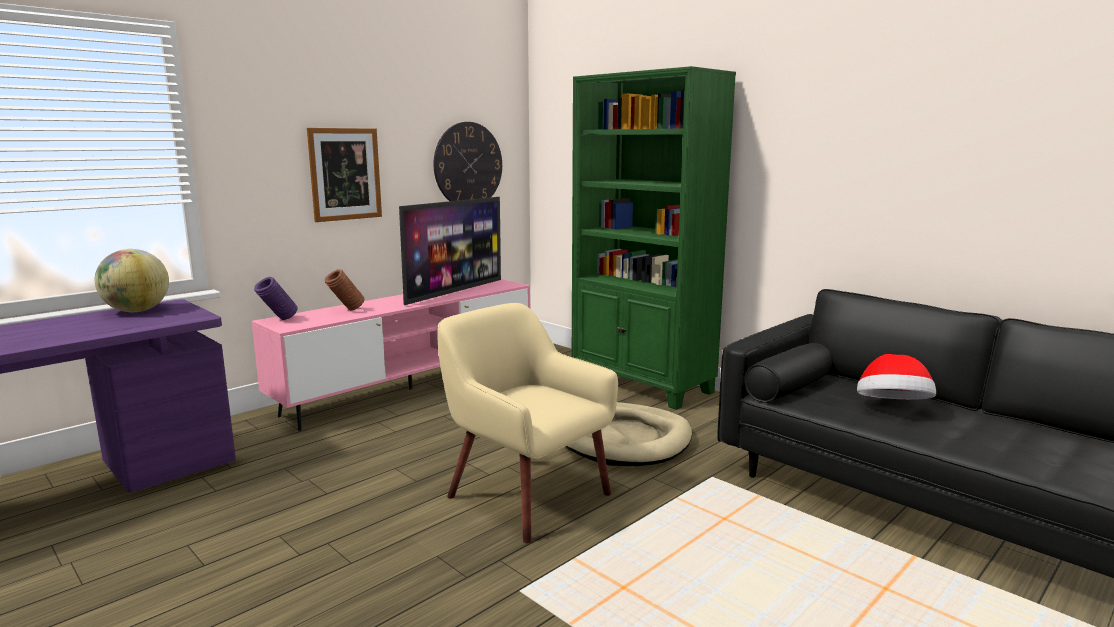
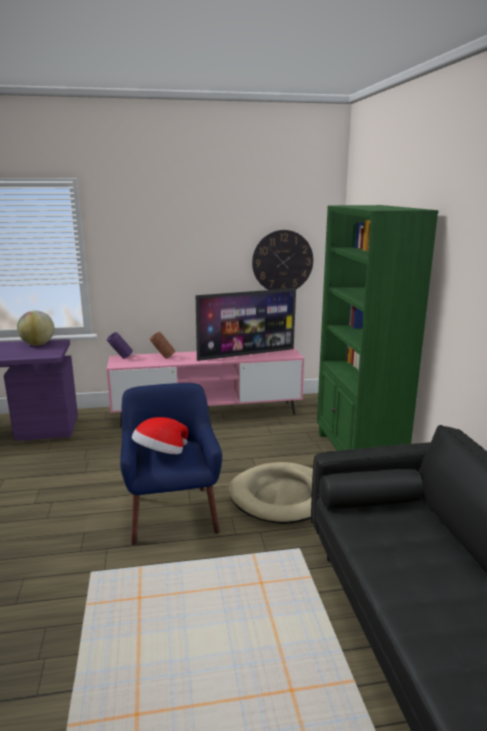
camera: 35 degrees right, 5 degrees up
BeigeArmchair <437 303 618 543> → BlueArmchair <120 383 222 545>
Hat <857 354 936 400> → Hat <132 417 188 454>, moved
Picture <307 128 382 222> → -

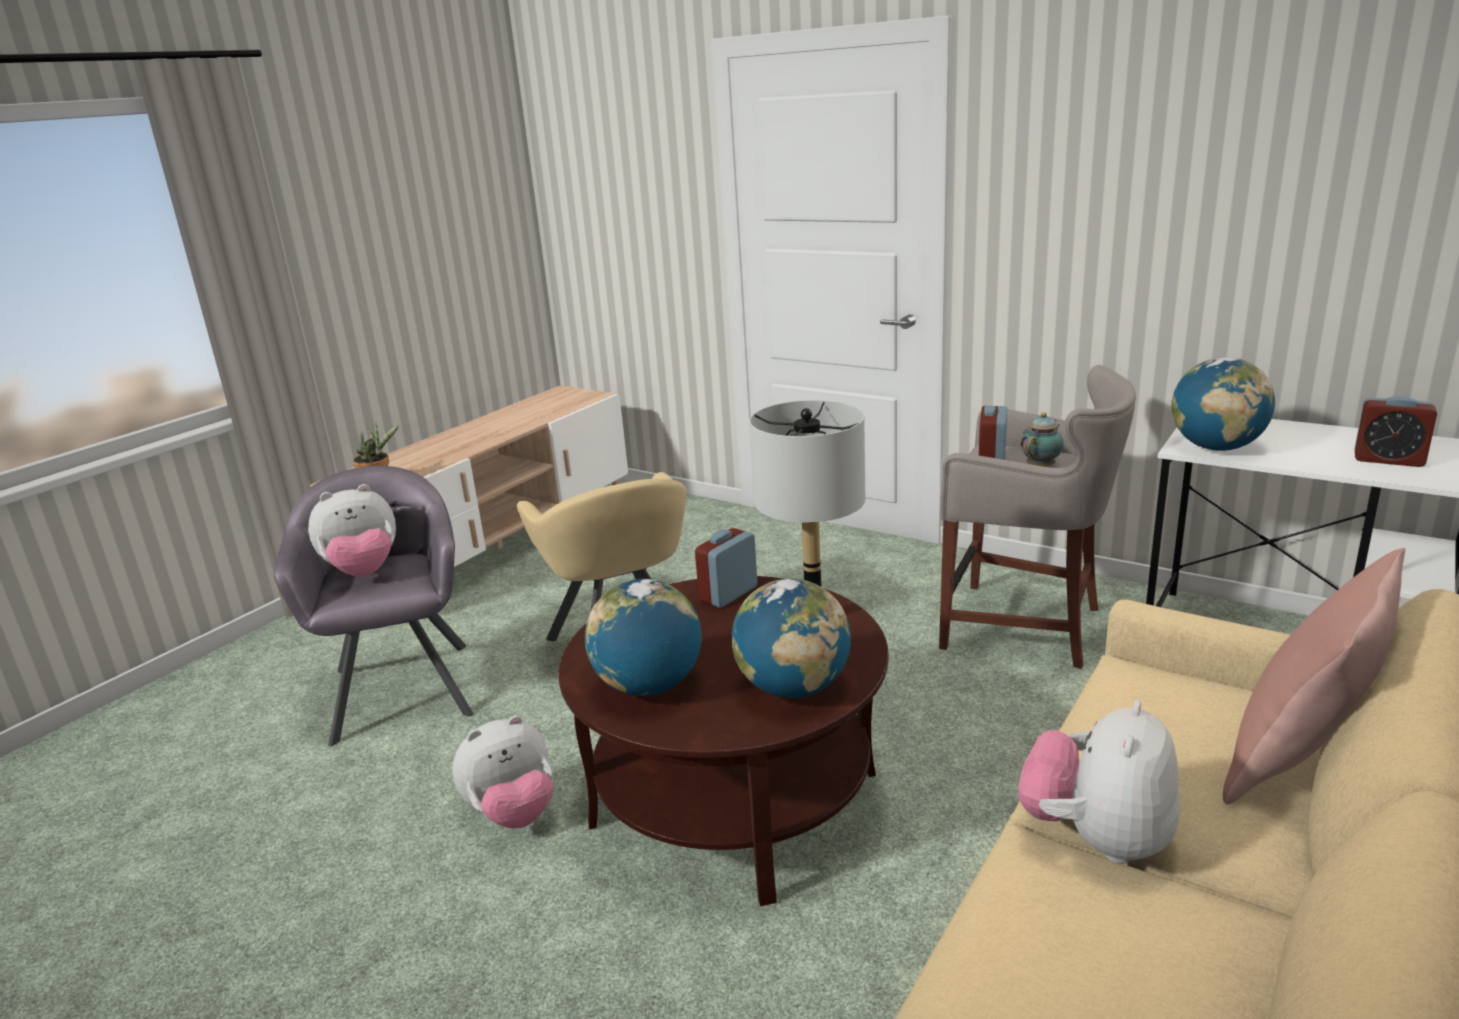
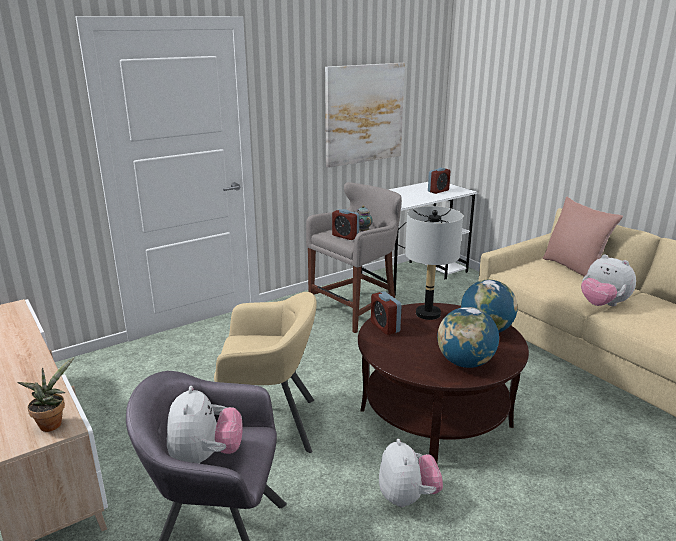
camera: 70 degrees left, 0 degrees up
- → Picture <325 63 405 168>
Globe <1171 357 1275 451> → -

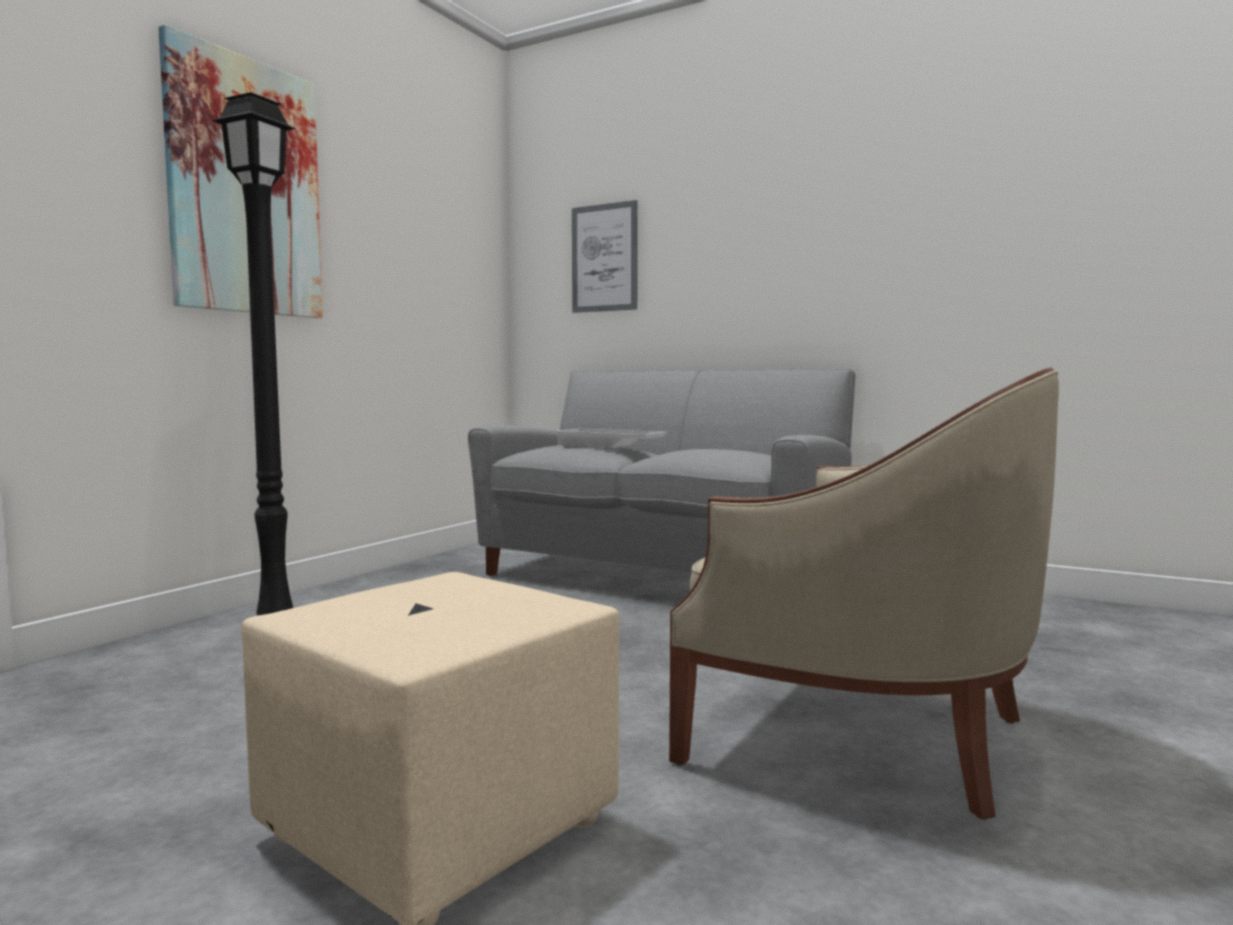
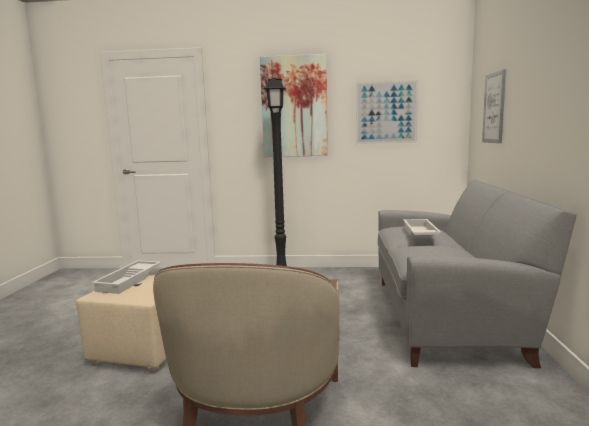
camera: 65 degrees right, 5 degrees up
- → WhiteTray <91 260 161 294>
- → Picture <356 80 418 144>

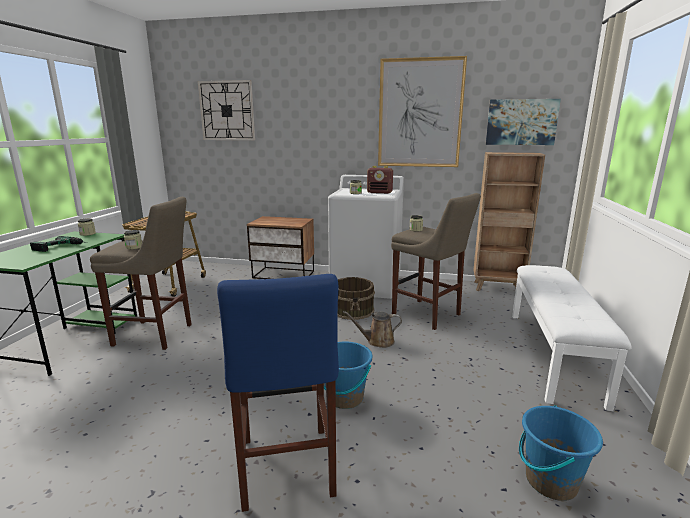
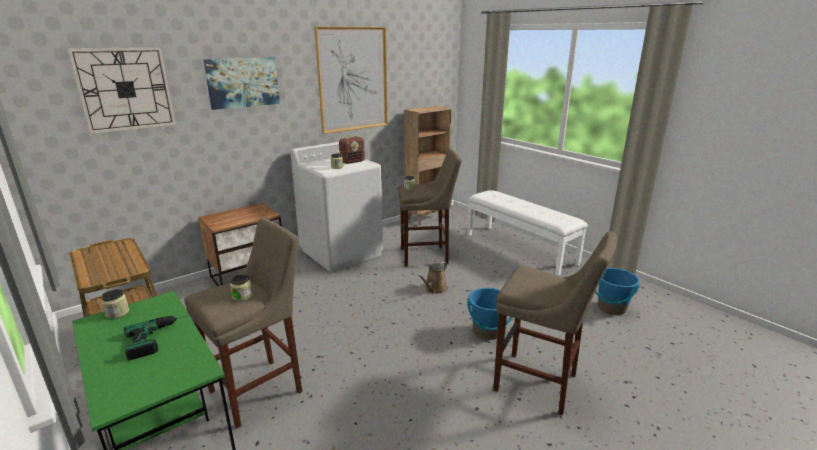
camera: 50 degrees left, 5 degrees up
Picture <486 99 561 145> → Picture <203 57 280 110>, moved
BlueStool <217 274 339 512> → BeigeStool <493 231 617 415>
BrownBucket <338 277 375 320> → -

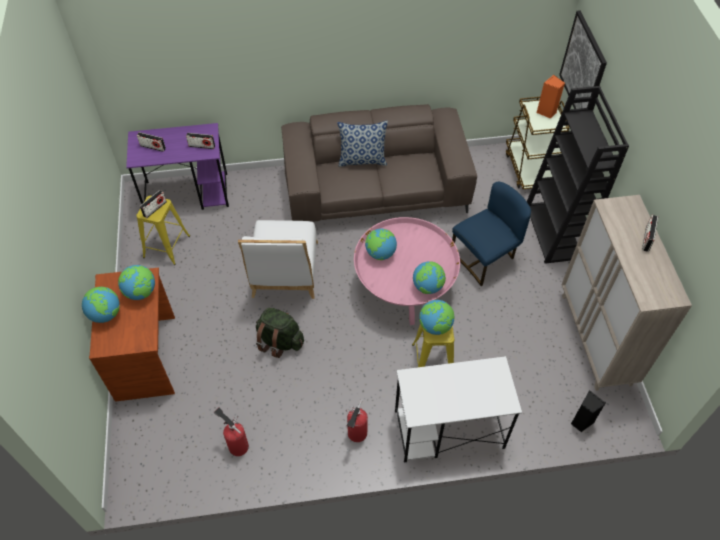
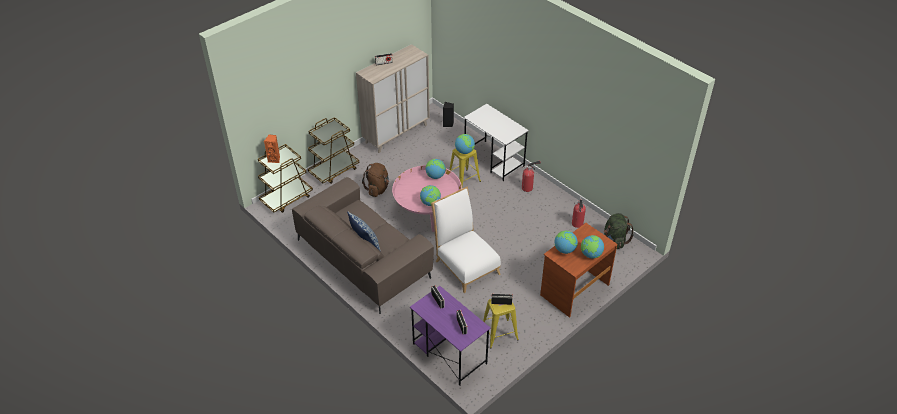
camera: 125 degrees left, 10 degrees down
BlackBookcase <527 86 629 264> → BrownCart <308 117 359 184>
BlueChair <452 182 531 286> → BrownBackpack <362 163 389 197>
WhiteChair <238 220 318 299> → WhiteChair <431 187 501 293>, 90 degrees counterclockwise
GreenBackpack <256 308 304 358> → GreenBackpack <604 213 634 249>, moved
Picture <559 10 607 109> → -

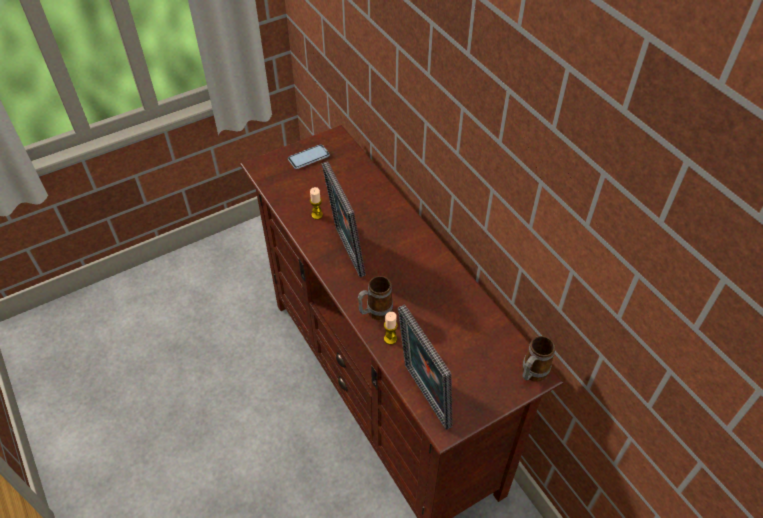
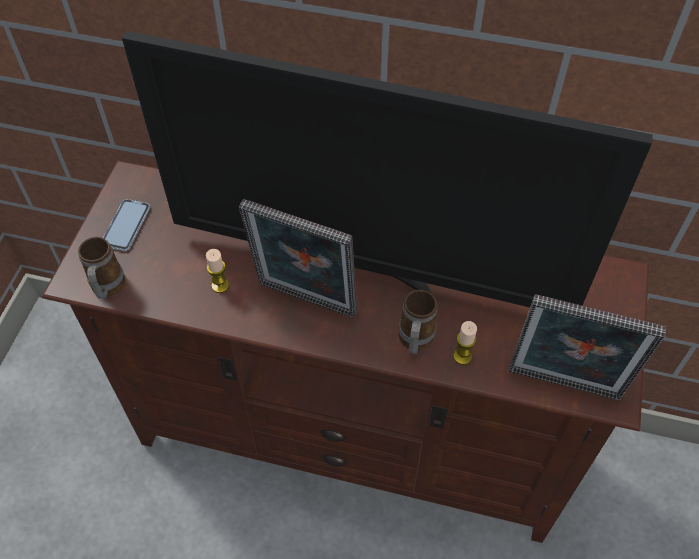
camera: 45 degrees left, 5 degrees up
Mug <522 336 555 382> → Mug <78 237 126 299>, moved
- → Television <122 31 653 307>

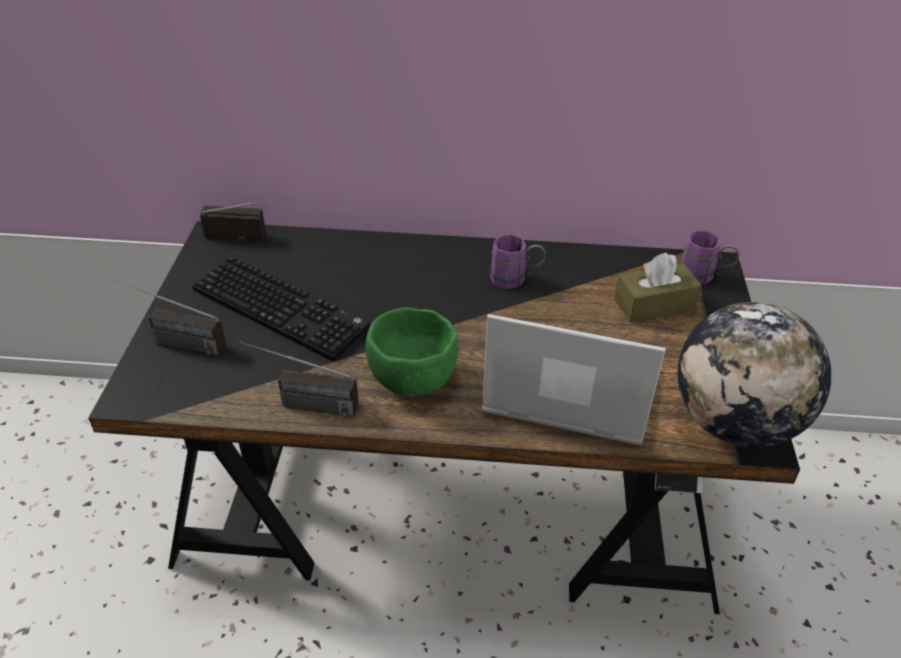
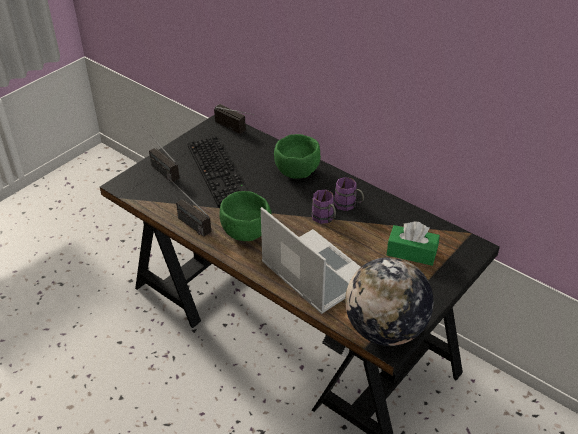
camera: 35 degrees right, 0 degrees up
- → GreenBowl <274 134 321 179>
PurpleMug <680 231 739 284> → PurpleMug <312 190 336 224>, moved
BrownTissueBox <614 252 702 322> → GreenTissueBox <387 221 440 266>

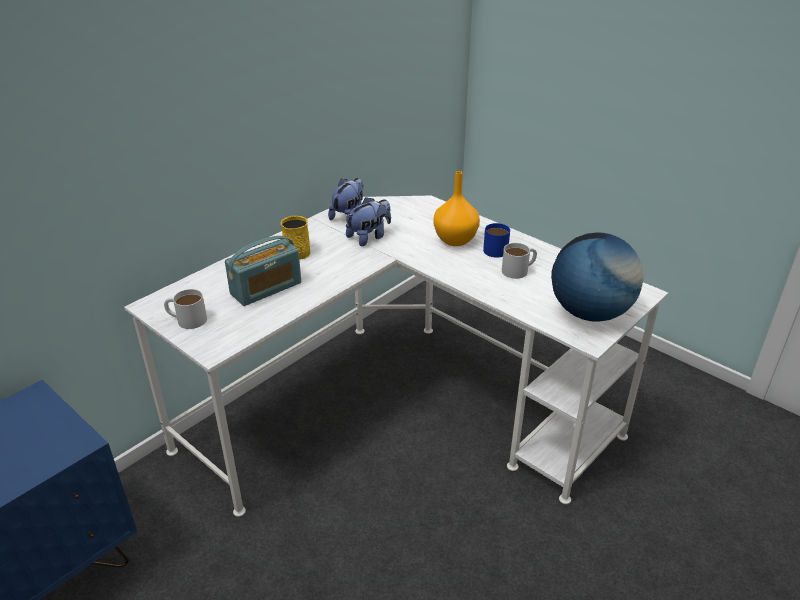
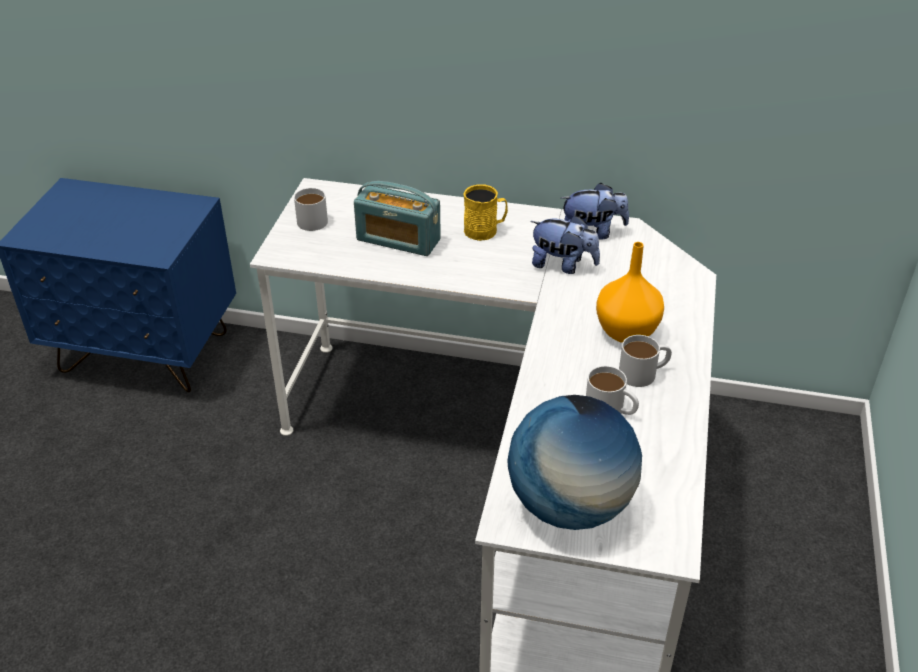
camera: 60 degrees right, 5 degrees up
BlueMug <483 223 510 258> → WhiteMug <619 335 672 387>

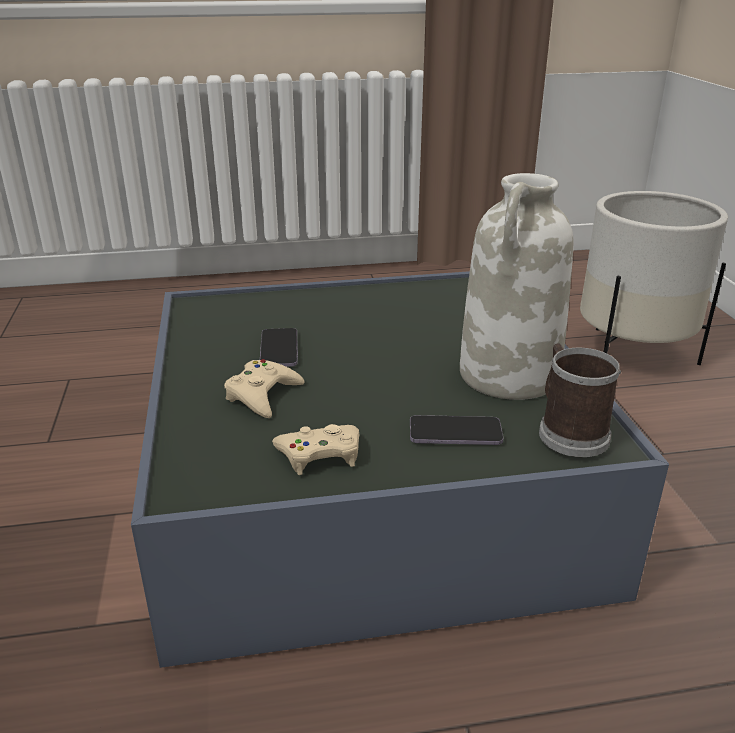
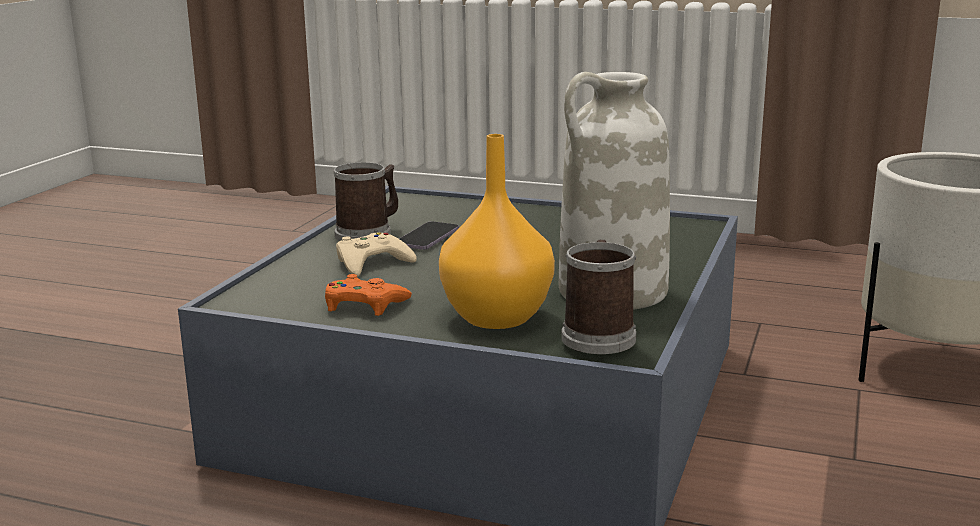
camera: 30 degrees right, 10 degrees down
BeigeGameController <272 424 359 475> → OrangeGameController <325 274 412 316>
- → Mug <334 162 398 241>
Phone <410 415 504 445> → OrangeVase <439 134 555 329>

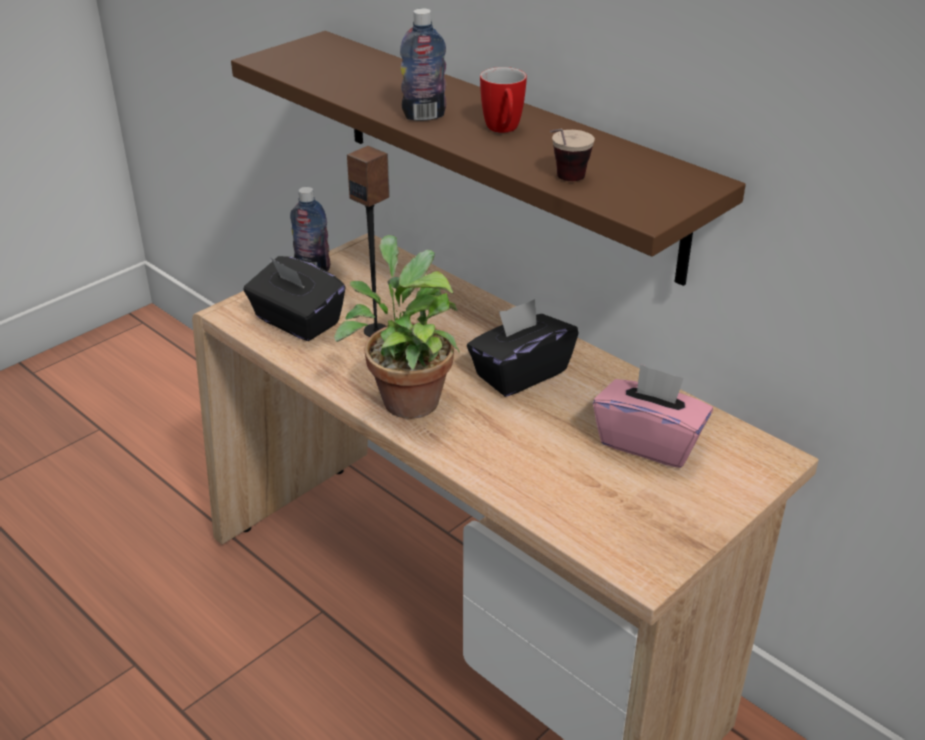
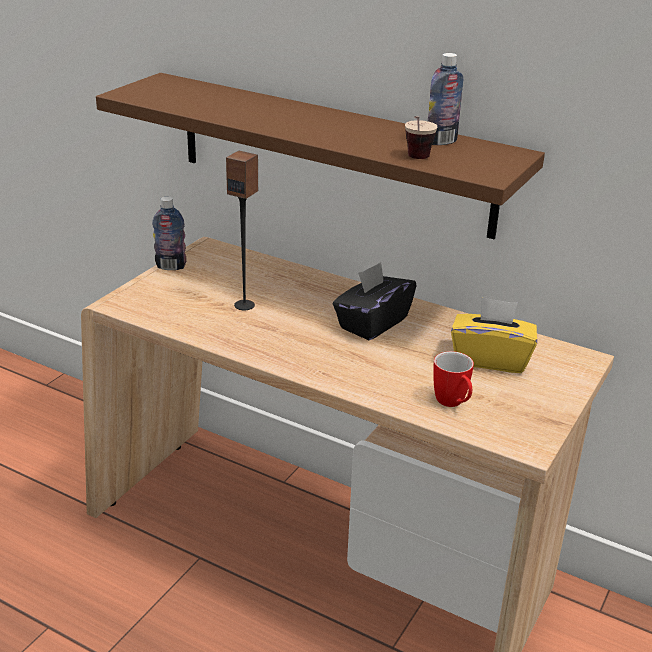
camera: 15 degrees left, 5 degrees down
Bottle <400 8 447 121> → Bottle <428 53 463 145>, moved
Mug <480 67 527 133> → Mug <433 351 474 407>, moved
PinkTissueBox <593 364 713 468> → YellowTissueBox <451 297 537 373>
BlackTissueBox <243 256 346 341> → -
PottedPlant <334 235 460 419> → -

